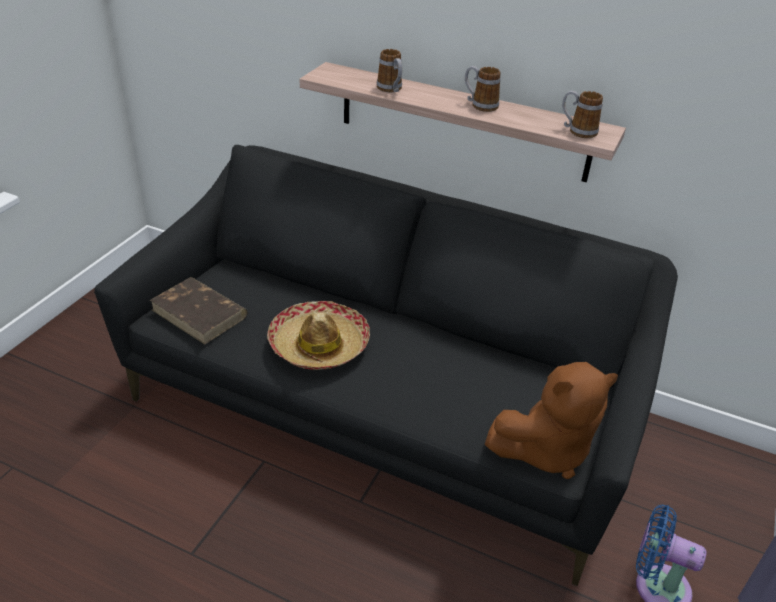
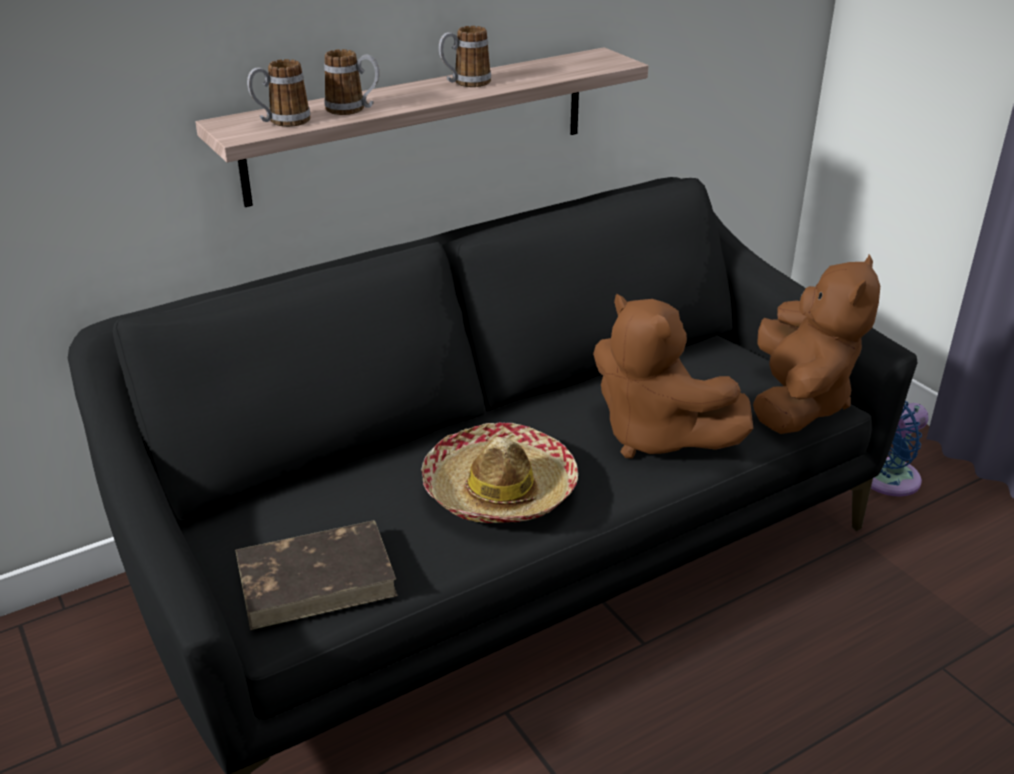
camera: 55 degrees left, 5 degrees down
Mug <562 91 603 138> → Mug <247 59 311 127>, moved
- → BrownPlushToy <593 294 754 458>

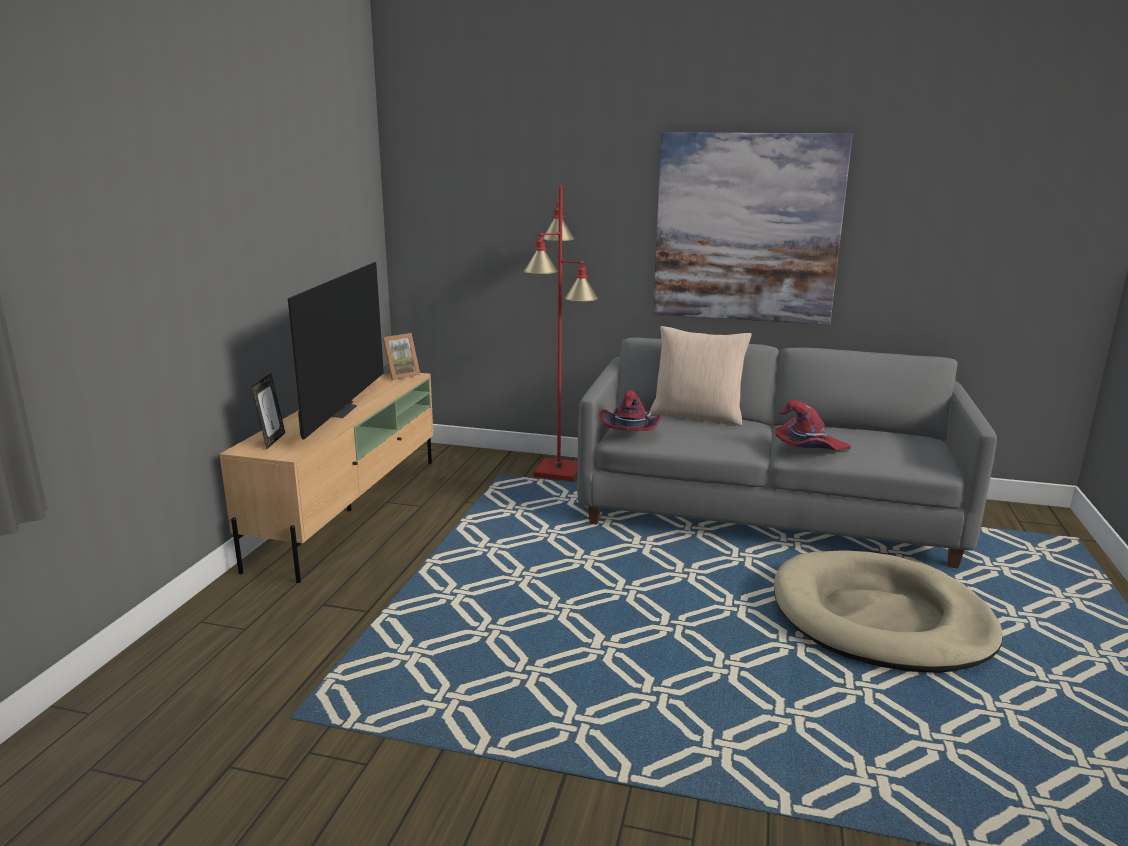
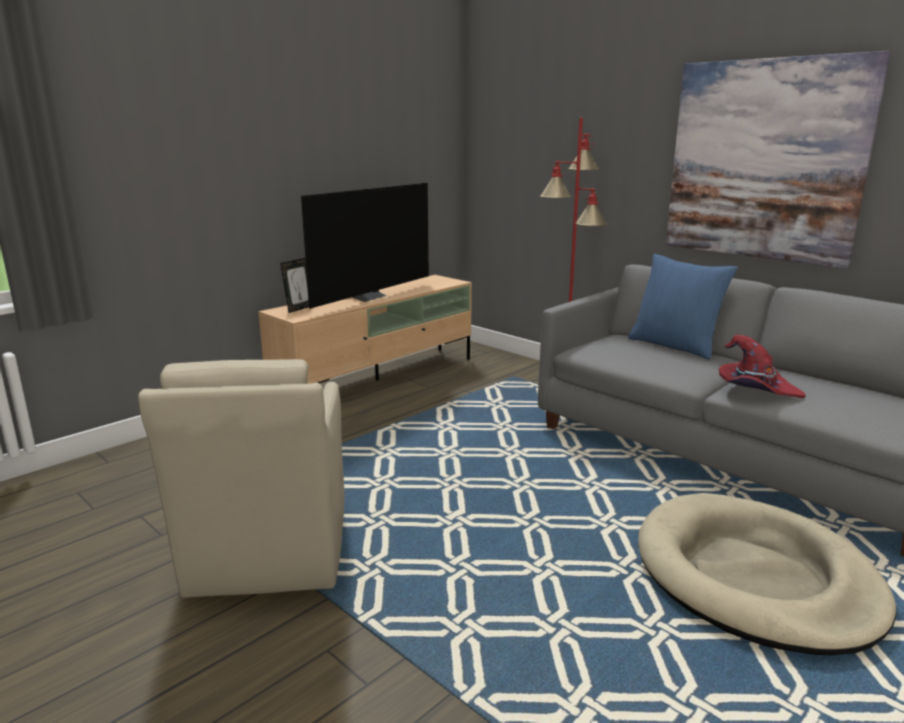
camera: 30 degrees right, 0 degrees up
- → BeigeArmchair <138 359 344 598>
BeigePillow <650 326 752 426> → BluePillow <628 254 738 360>
PictureFrame <382 333 420 380> → -
RedHat <599 390 663 431> → -

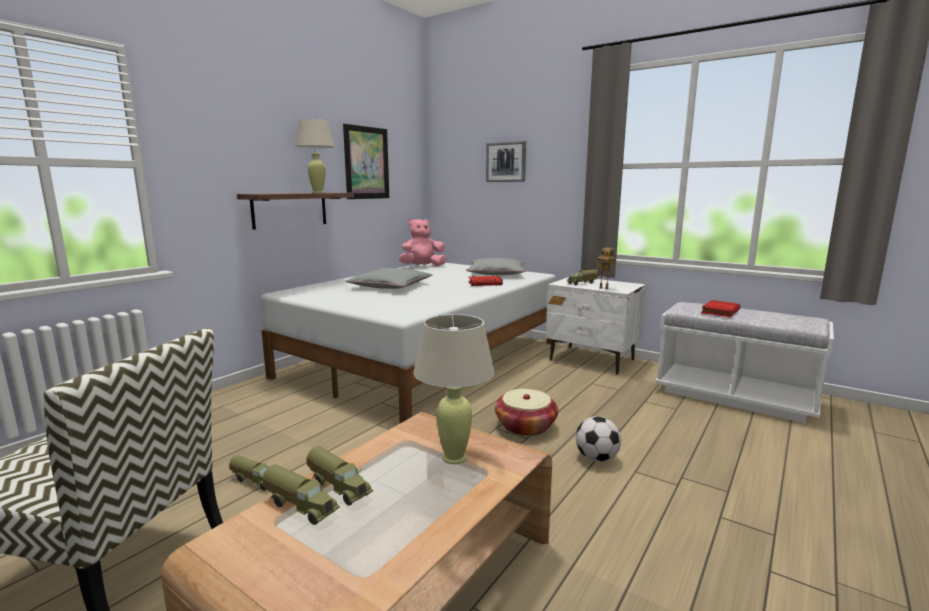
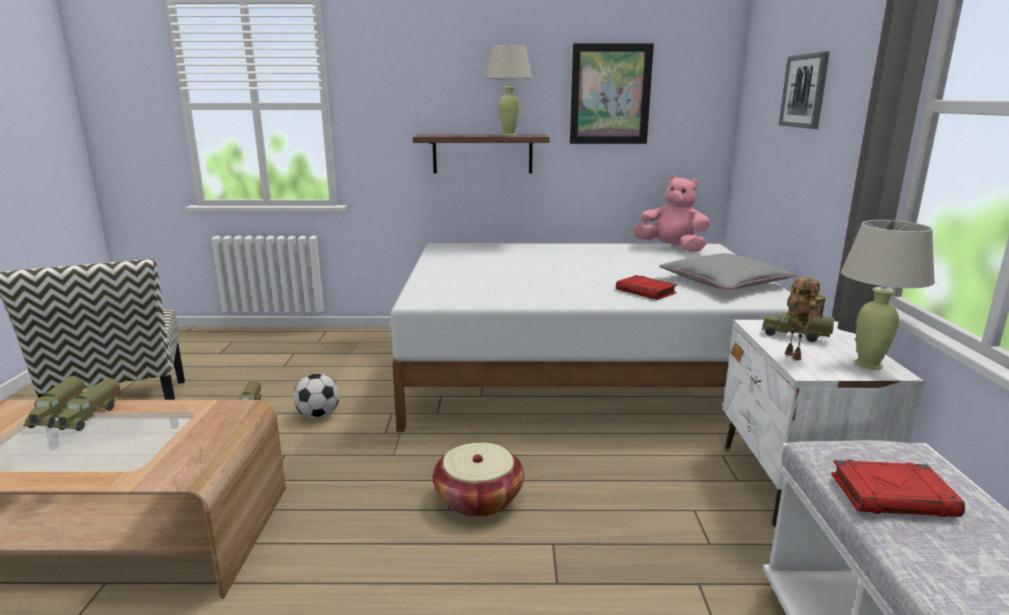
camera: 55 degrees right, 5 degrees up
Football <576 416 621 462> → Football <293 374 340 418>, moved
BeigeTableLamp <413 314 495 464> → BeigeTableLamp <841 220 935 370>, moved
GreyPillow <345 268 432 289> → -

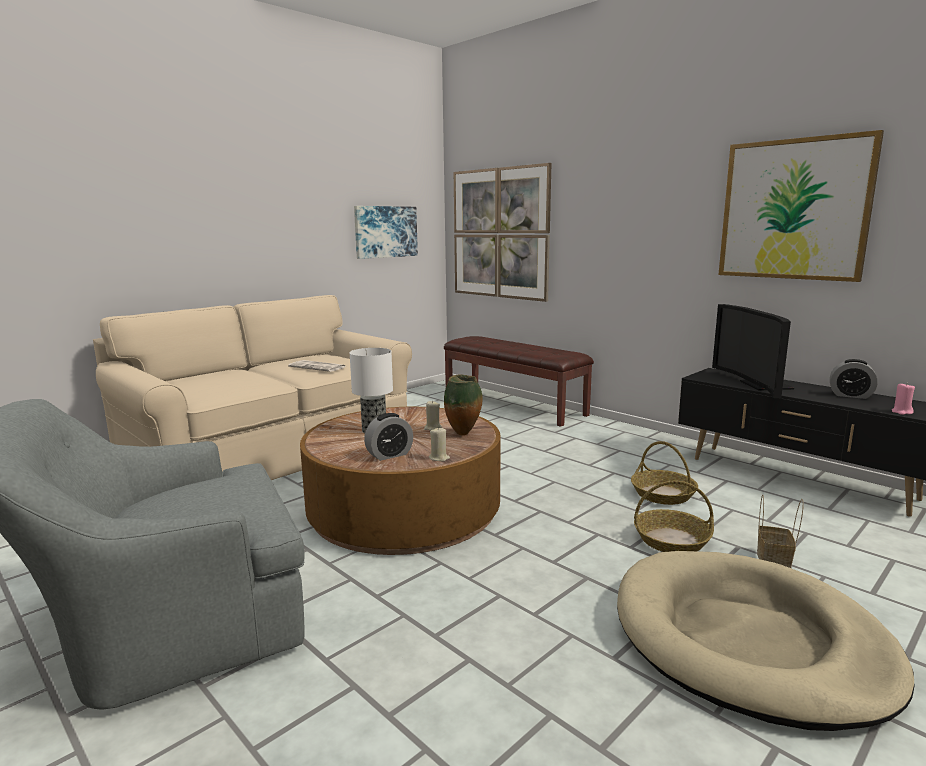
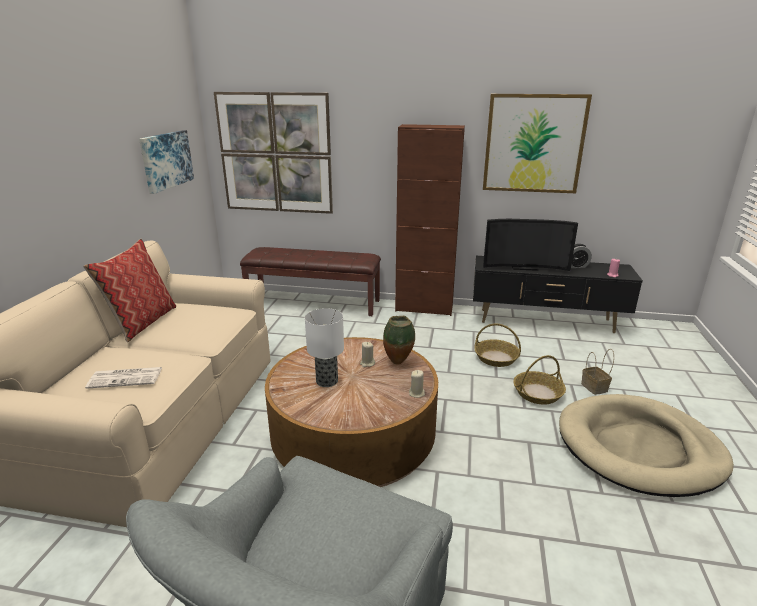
camera: 35 degrees left, 10 degrees up
- → Pillow <83 238 176 342>
Newspaper <288 360 345 372> → Newspaper <85 367 162 389>, moved
- → BrownCabinet <395 124 465 316>
Television <712 304 794 398> → Television <483 219 578 271>, 45 degrees counterclockwise
AlarmClock <364 413 413 461> → -

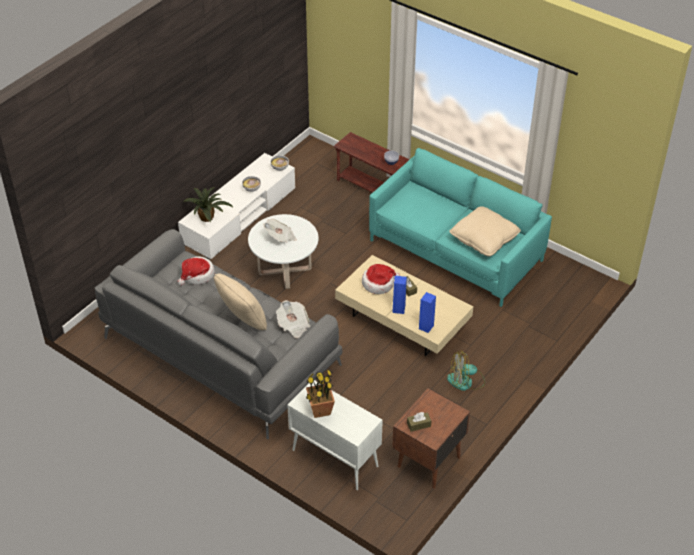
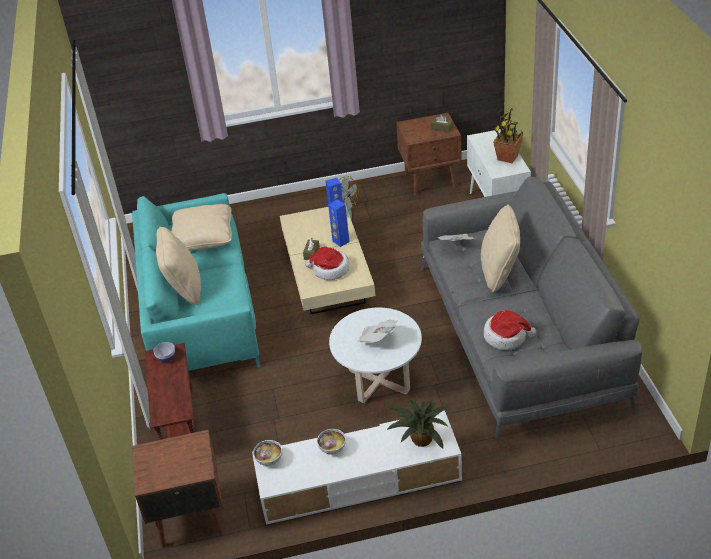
camera: 135 degrees left, 5 degrees down
- → BrownNightstand <132 430 223 548>
- → BeigePillow <156 226 201 305>

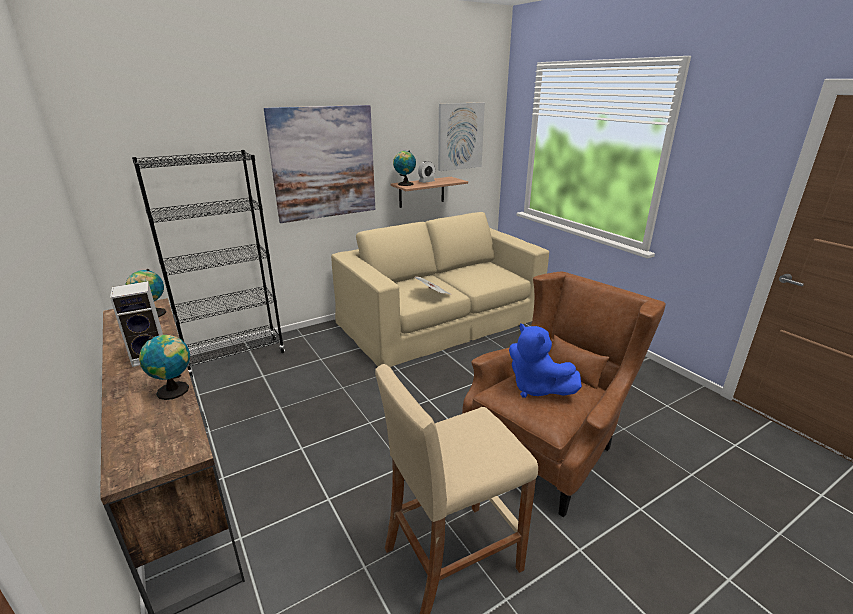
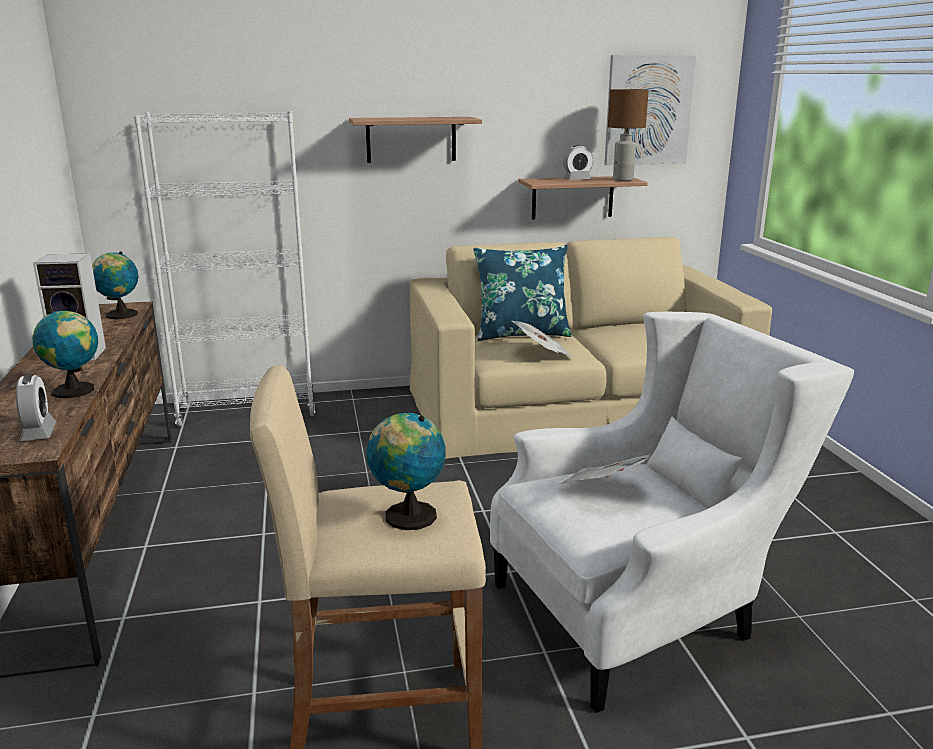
camera: 20 degrees right, 5 degrees down
- → AlarmClock <16 374 56 441>
BlackBookcase <132 150 285 377> → WhiteBookcase <134 111 315 427>
Picture <264 105 375 223> → Shelf <349 117 482 163>
Globe <393 150 416 186> → Globe <366 413 446 530>, moved
- → BluePillow <473 245 572 341>
BrownArmchair <462 271 666 518> → WhiteArmchair <490 312 854 713>
BluePlushToy <509 324 582 398> → Newspaper <559 453 654 484>
- → BrownTableLamp <608 89 649 181>

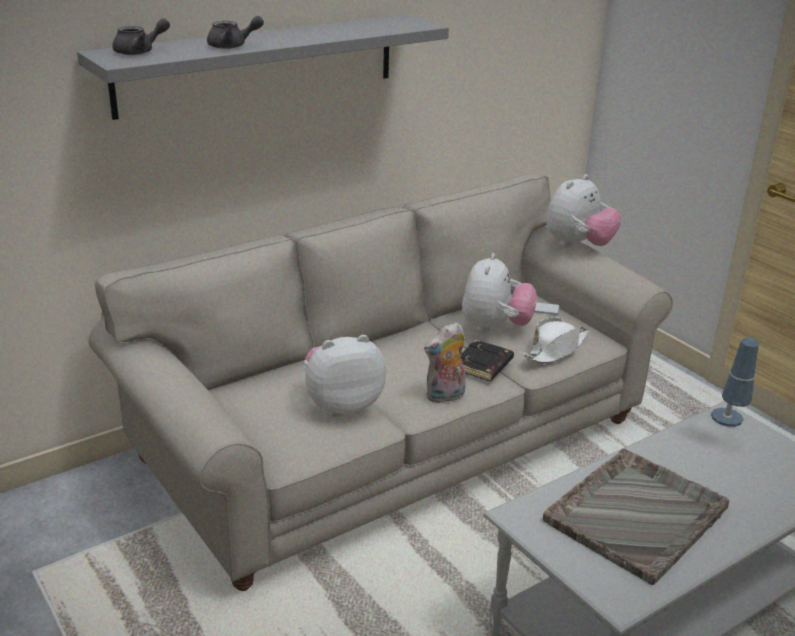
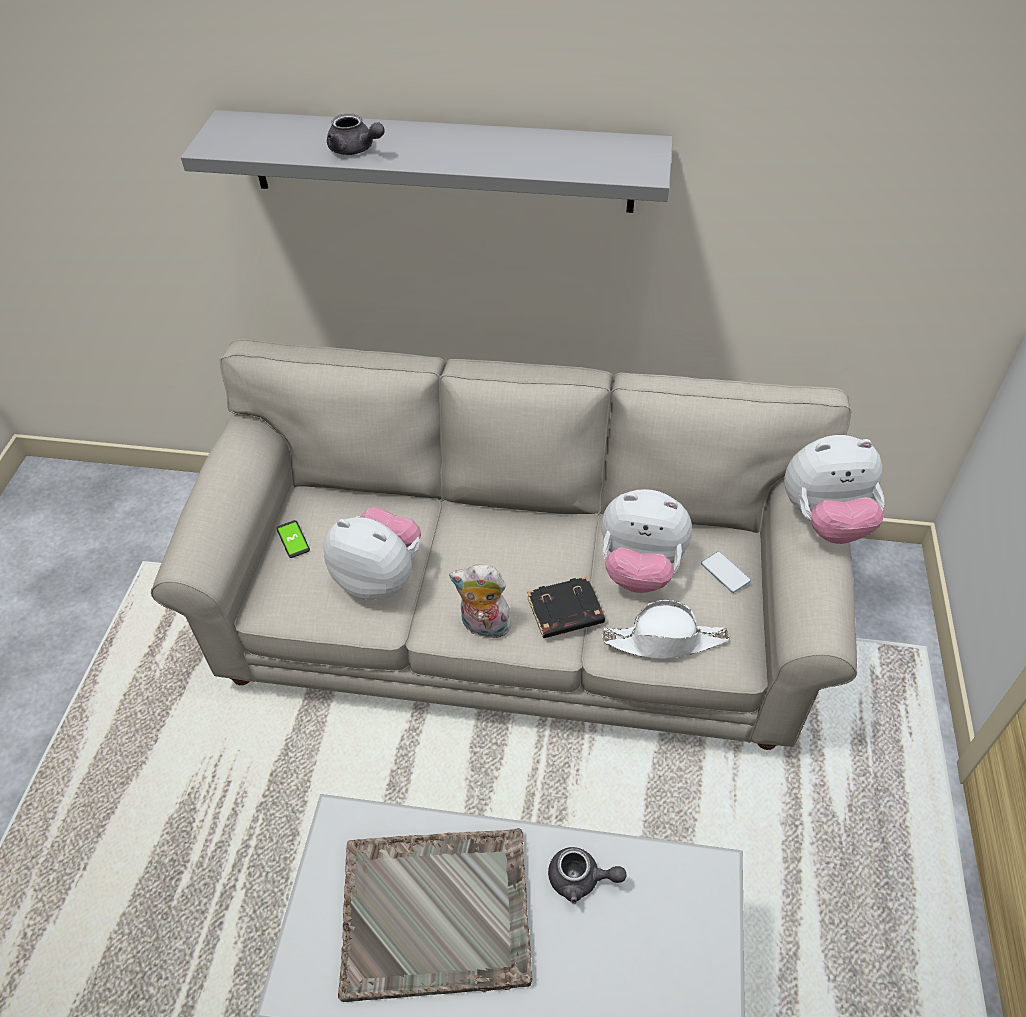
camera: 45 degrees right, 20 degrees up
- → Phone <276 520 310 558>
GreyTeapot <113 18 170 55> → GreyTeapot <548 847 626 904>, moved
PlushToy <462 253 537 333> → PlushToy <602 489 692 593>, 45 degrees clockwise
TableLamp <711 337 759 427> → -

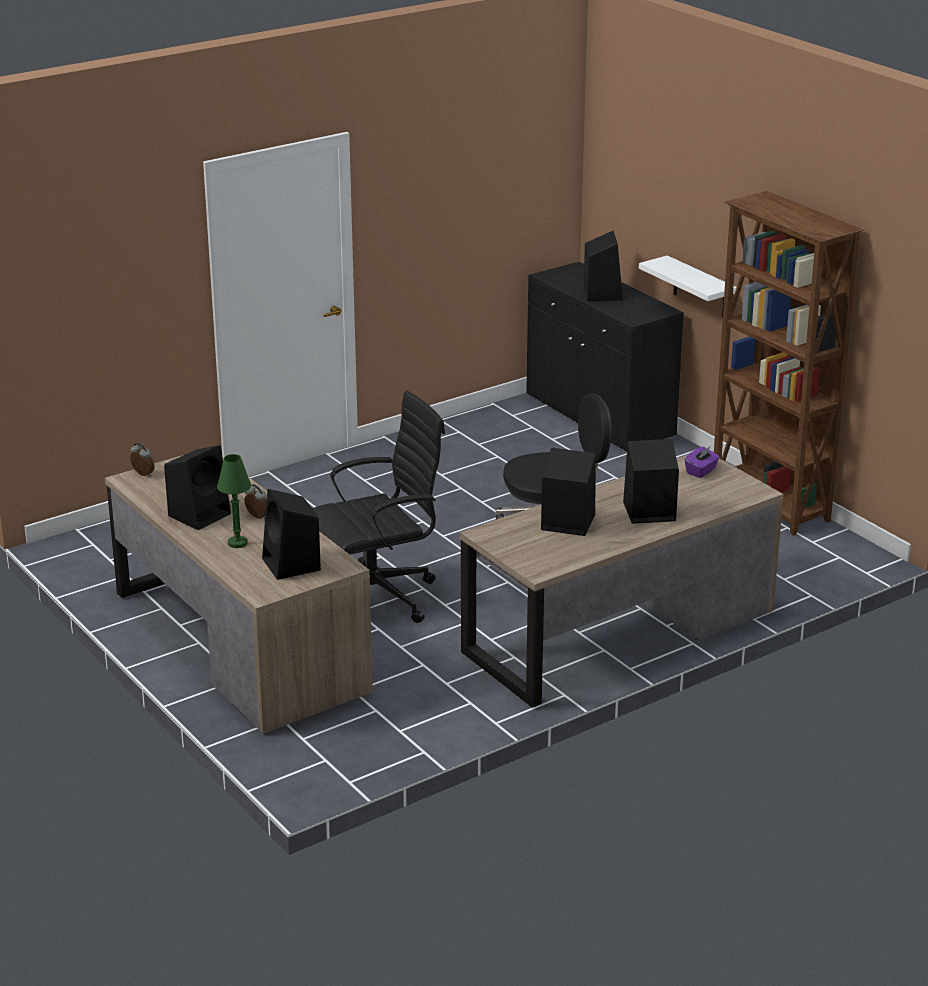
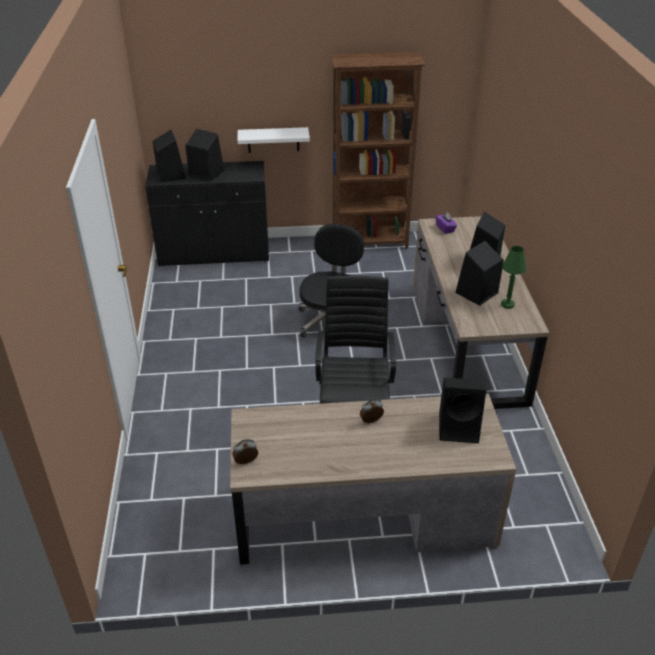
camera: 60 degrees left, 10 degrees up
BlackSpeaker <164 445 231 530> → BlackSpeaker <153 130 186 182>, moved
GreenTableLamp <217 454 251 548> → GreenTableLamp <501 246 526 309>, moved

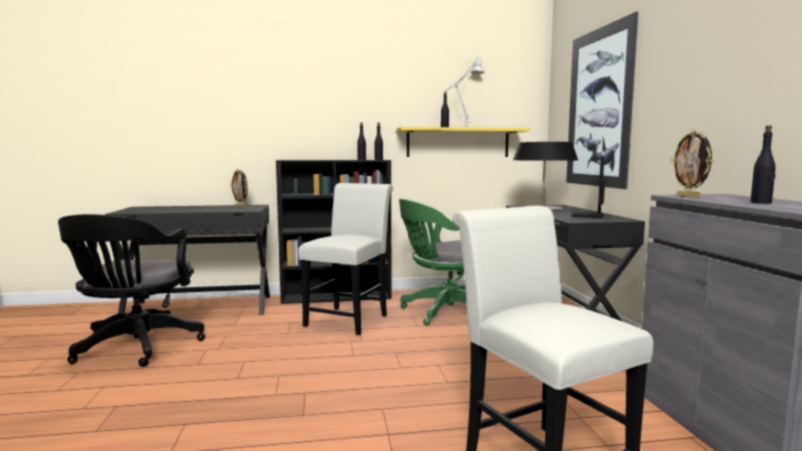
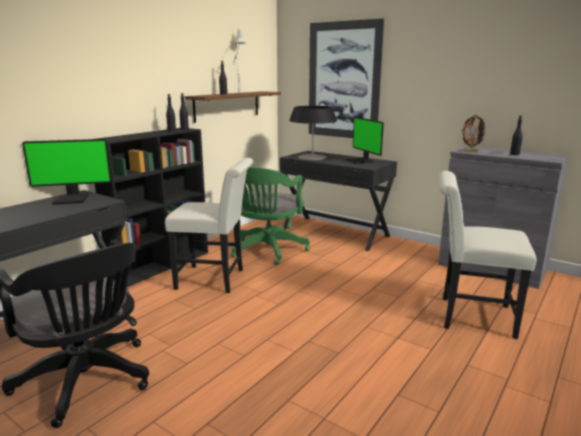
camera: 45 degrees left, 10 degrees up
PictureFrame <230 169 248 207> → Monitor <22 139 112 204>
WhiteChair <298 183 393 335> → WhiteChair <165 158 254 293>, 120 degrees clockwise
YellowShelf <396 127 530 157> → BrownShelf <185 91 281 123>

